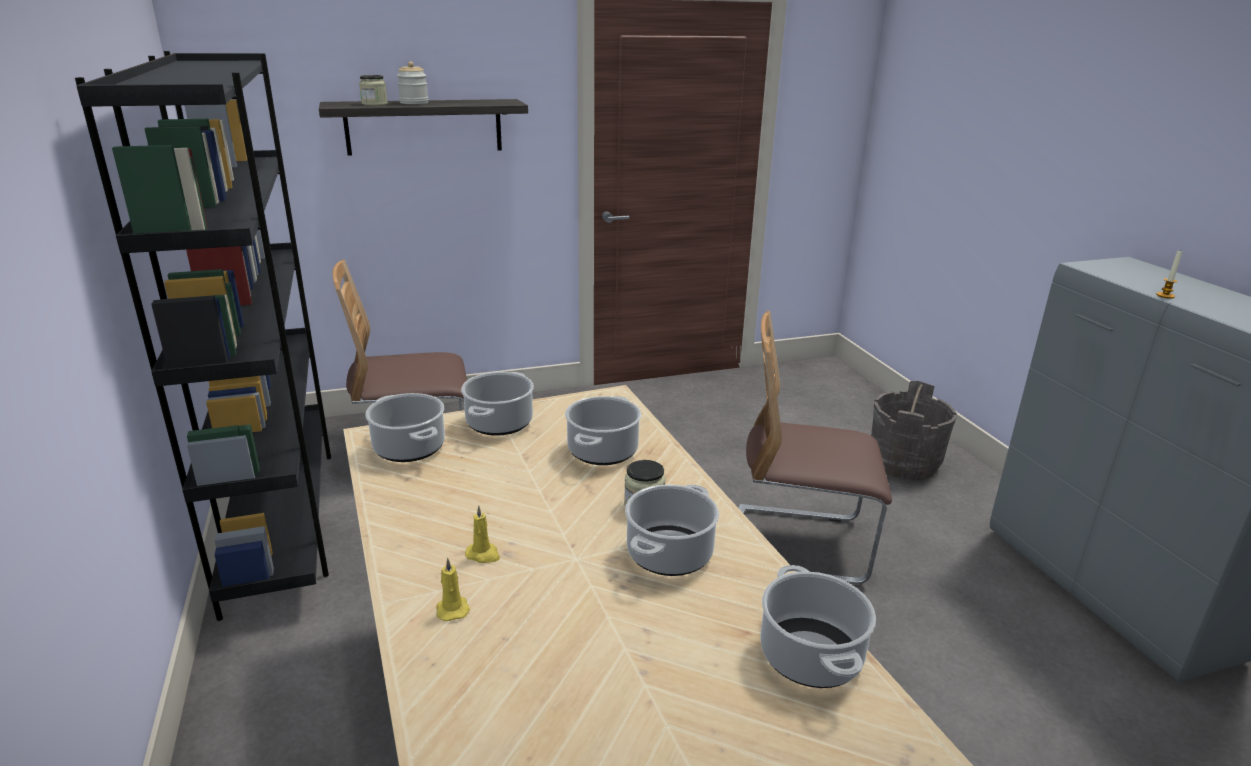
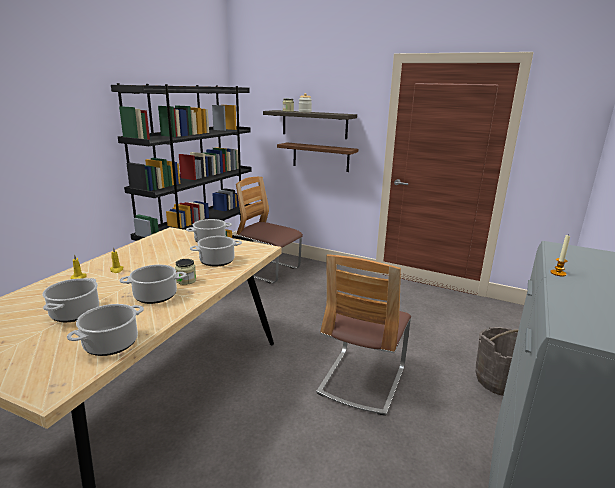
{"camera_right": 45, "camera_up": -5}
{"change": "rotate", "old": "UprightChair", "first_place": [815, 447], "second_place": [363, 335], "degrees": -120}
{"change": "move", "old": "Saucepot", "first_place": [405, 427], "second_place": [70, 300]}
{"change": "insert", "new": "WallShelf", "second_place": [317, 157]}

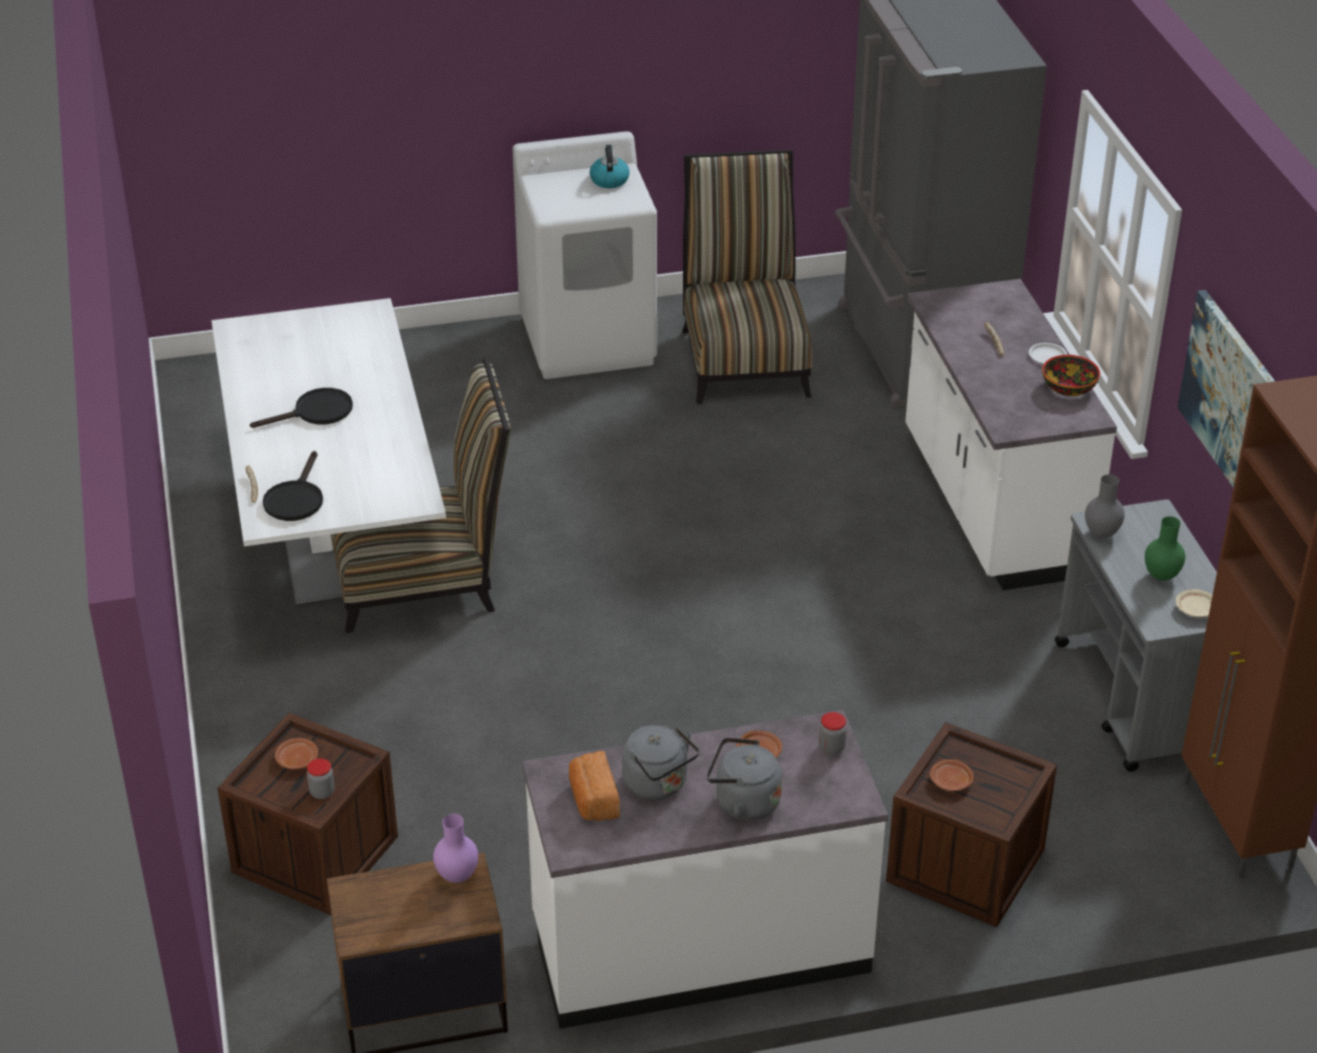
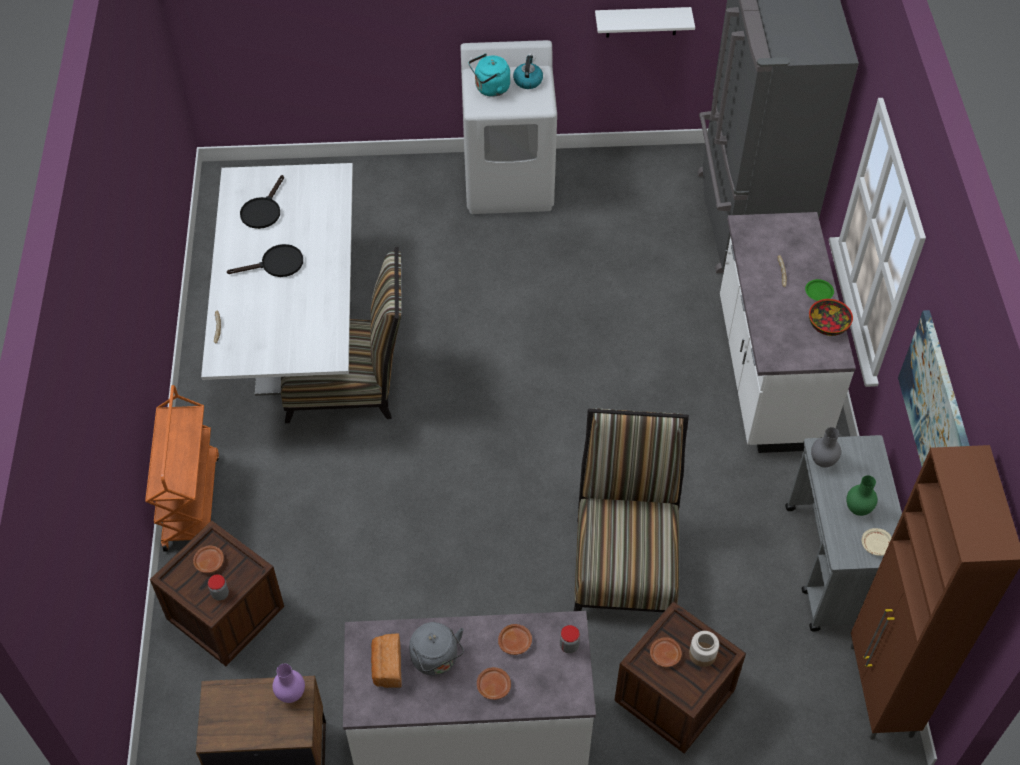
{"camera_right": 10, "camera_up": 15}
{"change": "move", "old": "UprightChair", "first_place": [747, 277], "second_place": [631, 510]}
{"change": "recolor", "old": "WhitishFlatDish", "new": "GreenFlatDish", "first_place": [1048, 353], "second_place": [819, 290]}
{"change": "move", "old": "BlackishFryingPan", "first_place": [293, 486], "second_place": [262, 202]}
{"change": "replace", "old": "GreyWaterKettle", "new": "BrownFlatDish", "first_place": [744, 778], "second_place": [494, 683]}
{"change": "insert", "new": "WhitishWallShelf", "second_place": [645, 22]}
{"change": "insert", "new": "BlueGreenWaterKettle", "second_place": [489, 75]}
{"change": "insert", "new": "OrangeColouredCart", "second_place": [182, 468]}
{"change": "insert", "new": "Jar", "second_place": [704, 649]}

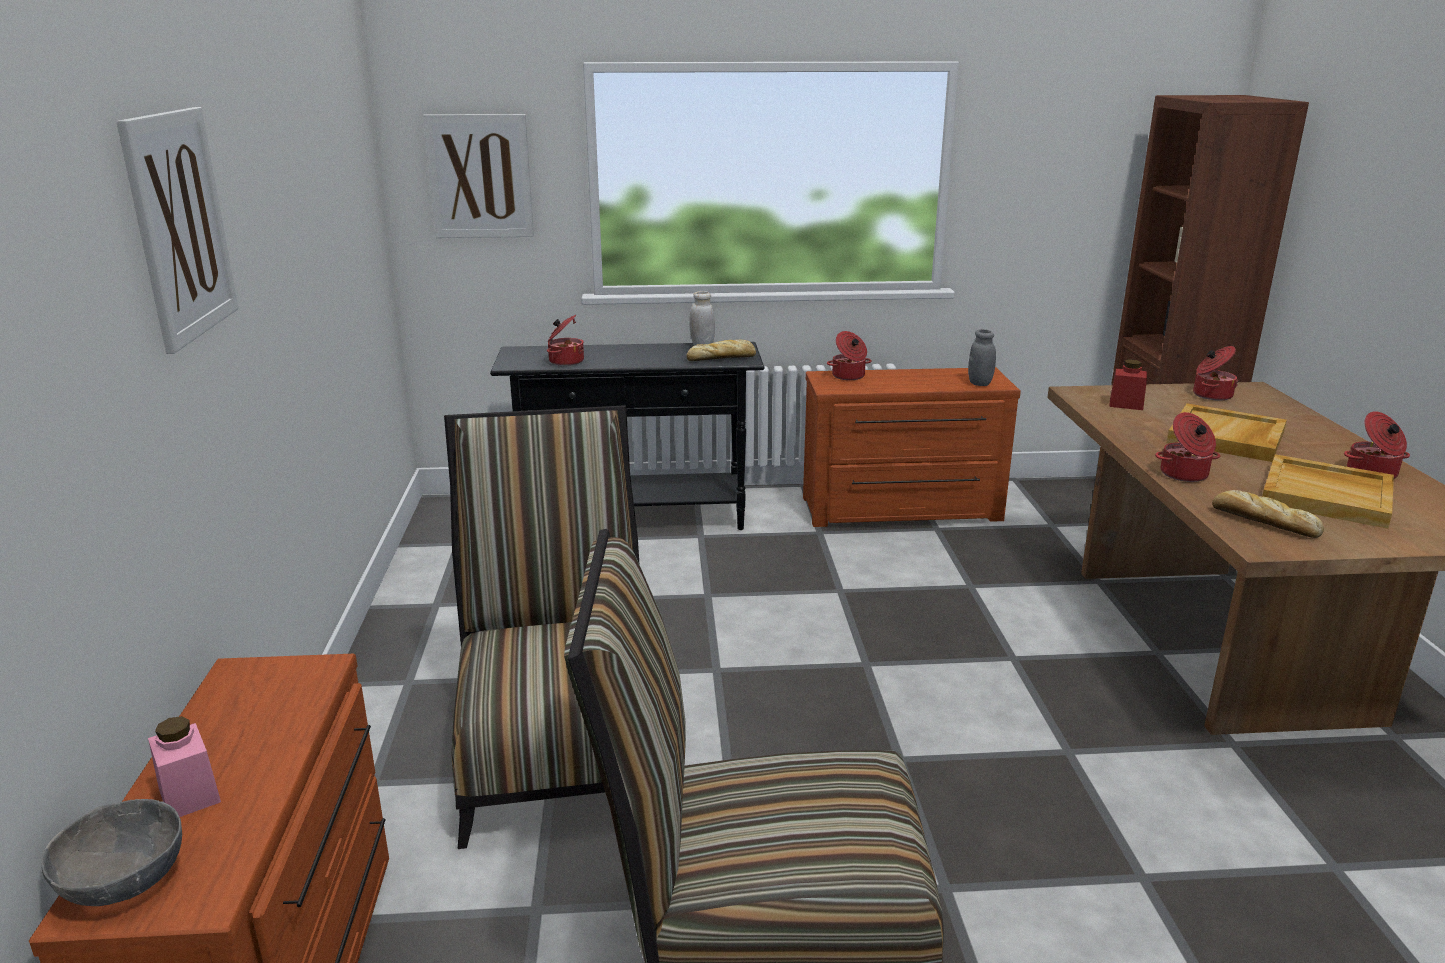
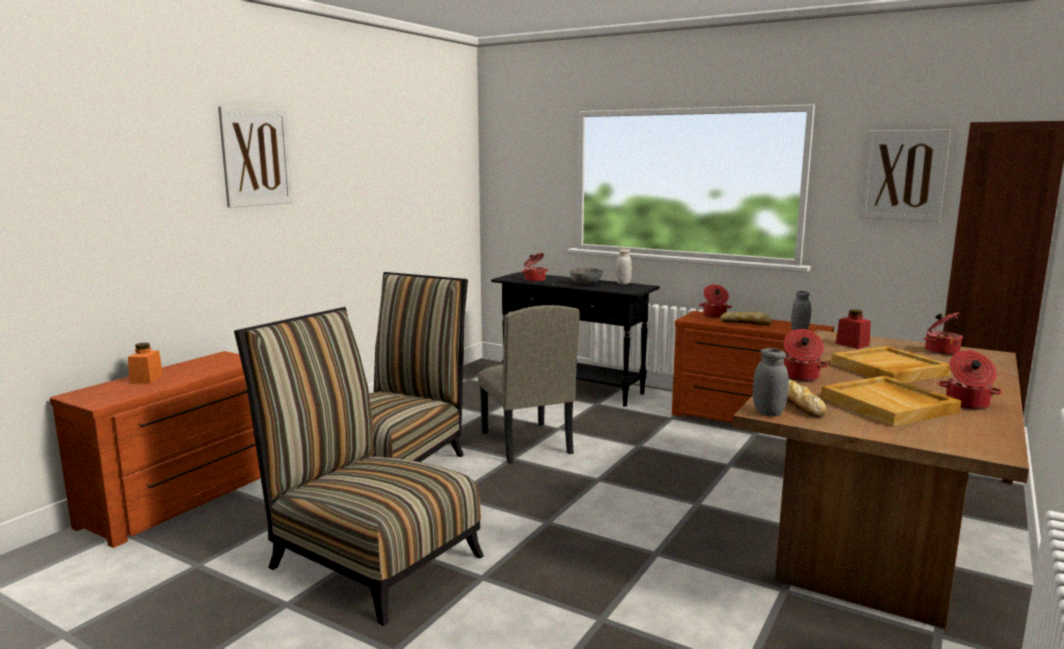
{"camera_right": 35, "camera_up": -10}
{"change": "move", "old": "Picture", "first_place": [478, 176], "second_place": [905, 176]}
{"change": "move", "old": "BakedBread", "first_place": [721, 350], "second_place": [746, 318]}
{"change": "recolor", "old": "PinkColouredJar", "new": "OrangeColouredJar", "first_place": [184, 766], "second_place": [145, 363]}
{"change": "move", "old": "GreyDeepDish", "first_place": [111, 852], "second_place": [586, 276]}
{"change": "insert", "new": "BeigeUprightChair", "second_place": [529, 384]}
{"change": "insert", "new": "GreyJar", "second_place": [771, 382]}

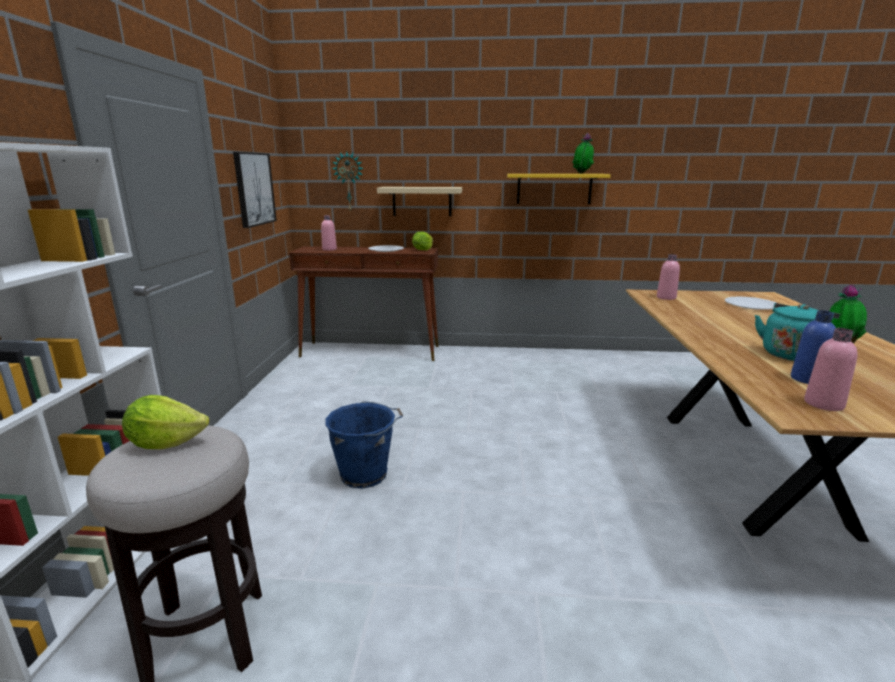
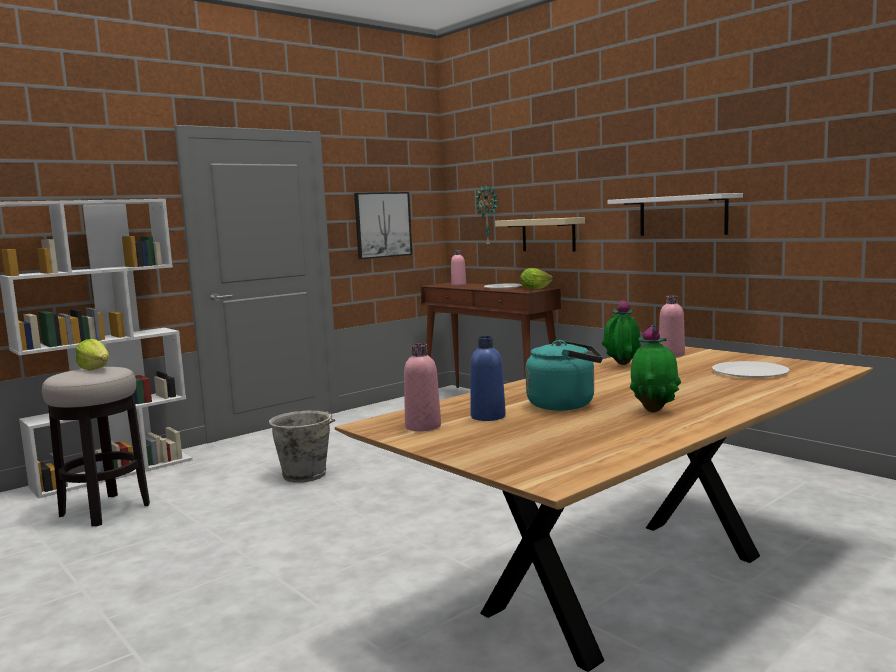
{"camera_right": 45, "camera_up": -10}
{"change": "move", "old": "PlantInAPot", "first_place": [583, 153], "second_place": [621, 332]}
{"change": "recolor", "old": "YellowWallShelf", "new": "WhitishWallShelf", "first_place": [559, 189], "second_place": [675, 214]}
{"change": "recolor", "old": "BluePail", "new": "GreyPail", "first_place": [364, 444], "second_place": [302, 447]}

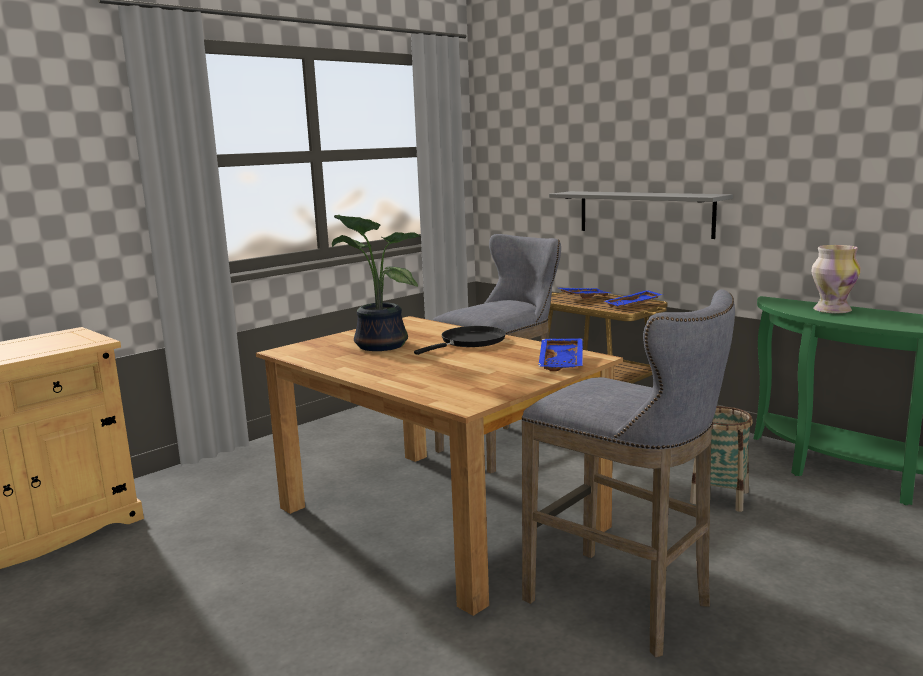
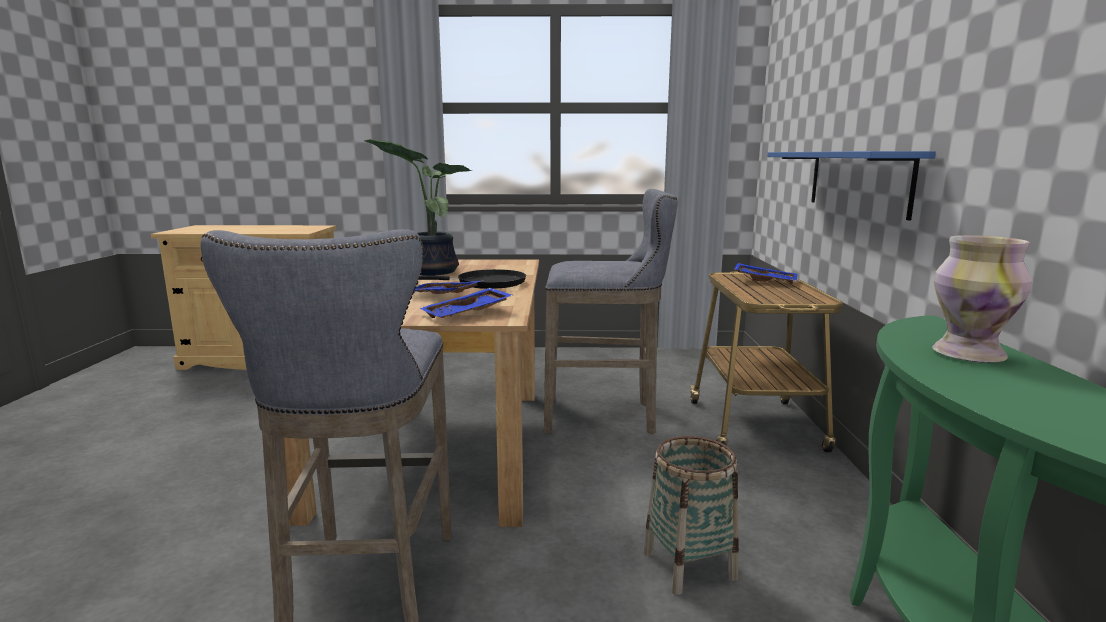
{"camera_right": 45, "camera_up": 0}
{"change": "recolor", "old": "GreyWallShelf", "new": "BlueWallShelf", "first_place": [641, 215], "second_place": [851, 186]}
{"change": "move", "old": "BlueTray", "first_place": [633, 298], "second_place": [447, 287]}

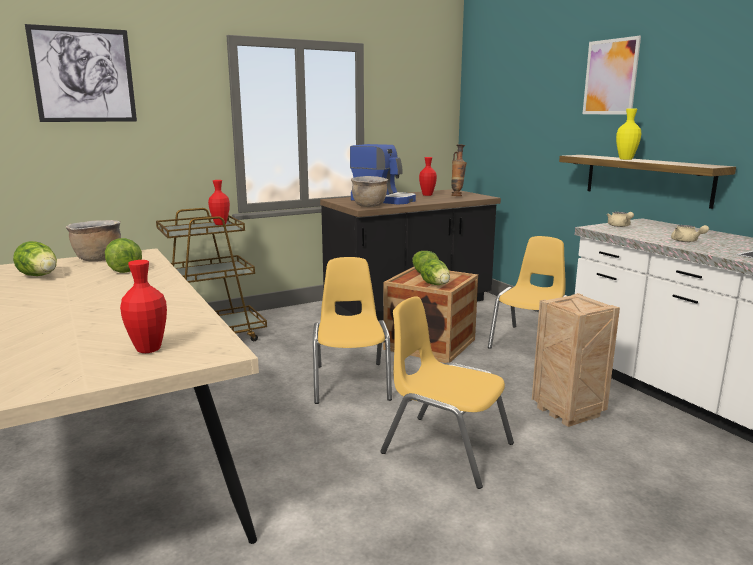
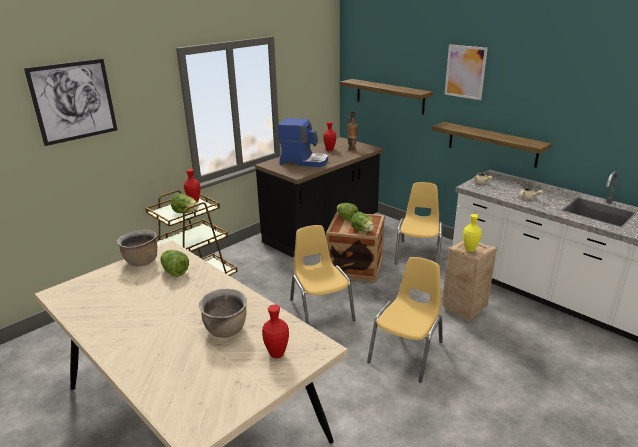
{"camera_right": -15, "camera_up": 10}
{"change": "move", "old": "YellowVase", "first_place": [629, 134], "second_place": [472, 233]}
{"change": "move", "old": "BrownSaucepot", "first_place": [369, 191], "second_place": [223, 313]}
{"change": "move", "old": "HeadOfLettuce", "first_place": [35, 258], "second_place": [185, 203]}
{"change": "rotate", "old": "YellowUprightChair", "first_place": [447, 392], "second_place": [405, 320], "degrees": 105}
{"change": "insert", "new": "WallShelf", "second_place": [386, 97]}

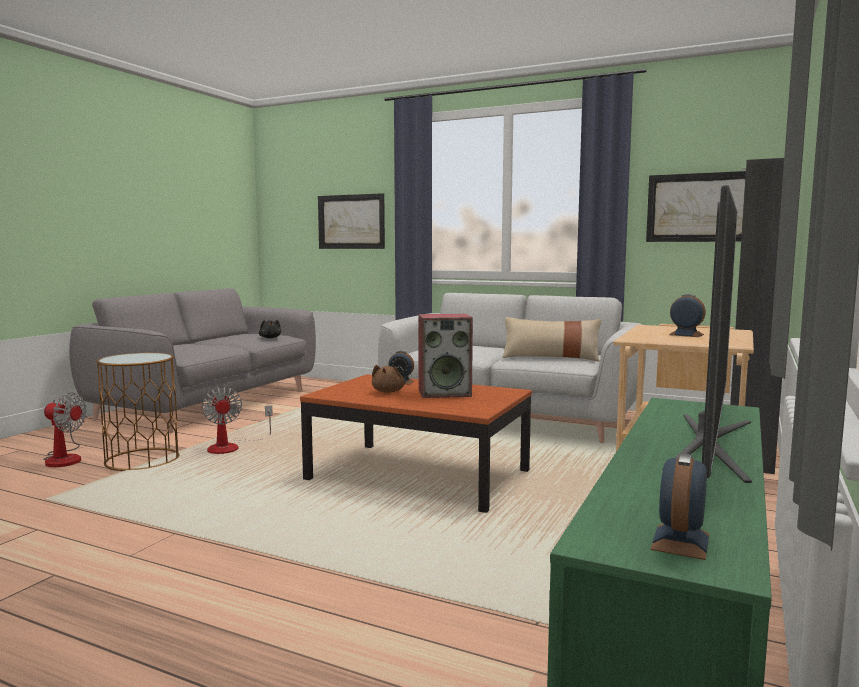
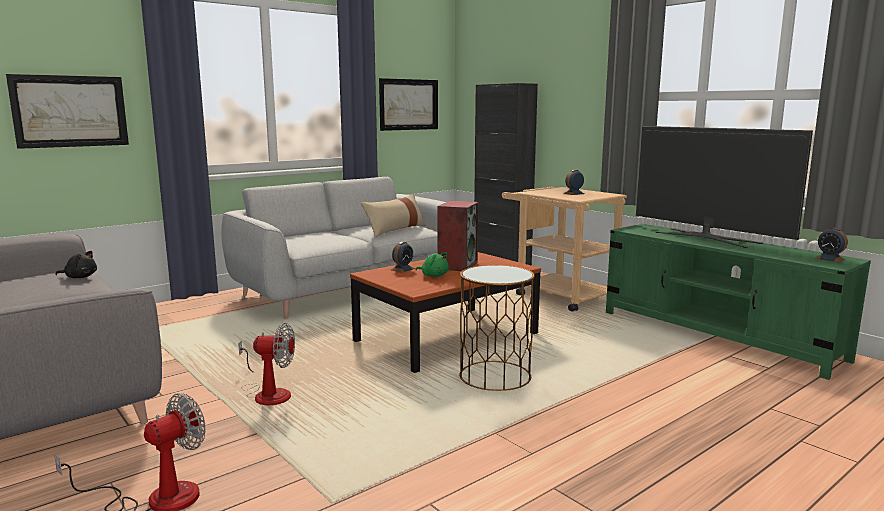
{"camera_right": -65, "camera_up": 5}
{"change": "move", "old": "BrownSideTable", "first_place": [138, 412], "second_place": [497, 328]}
{"change": "recolor", "old": "BrownCuddlyToy", "new": "GreenCuddlyToy", "first_place": [388, 379], "second_place": [432, 264]}

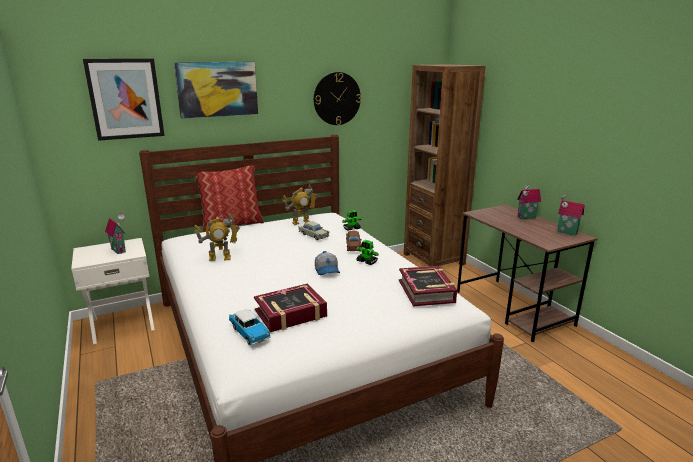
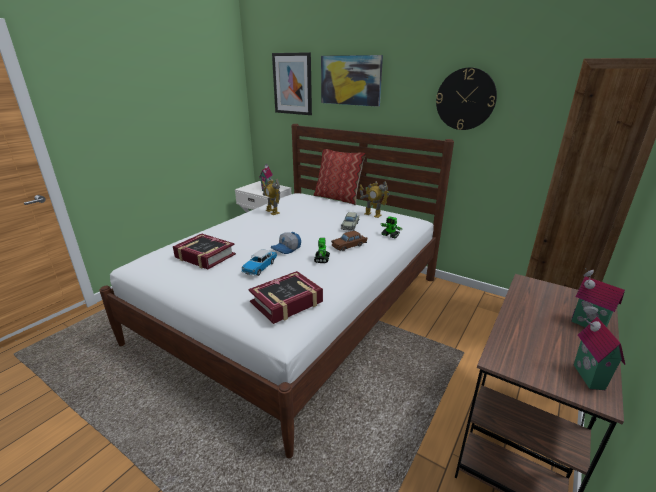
{"camera_right": 60, "camera_up": 5}
{"change": "move", "old": "ModelCar", "first_place": [250, 327], "second_place": [259, 262]}

